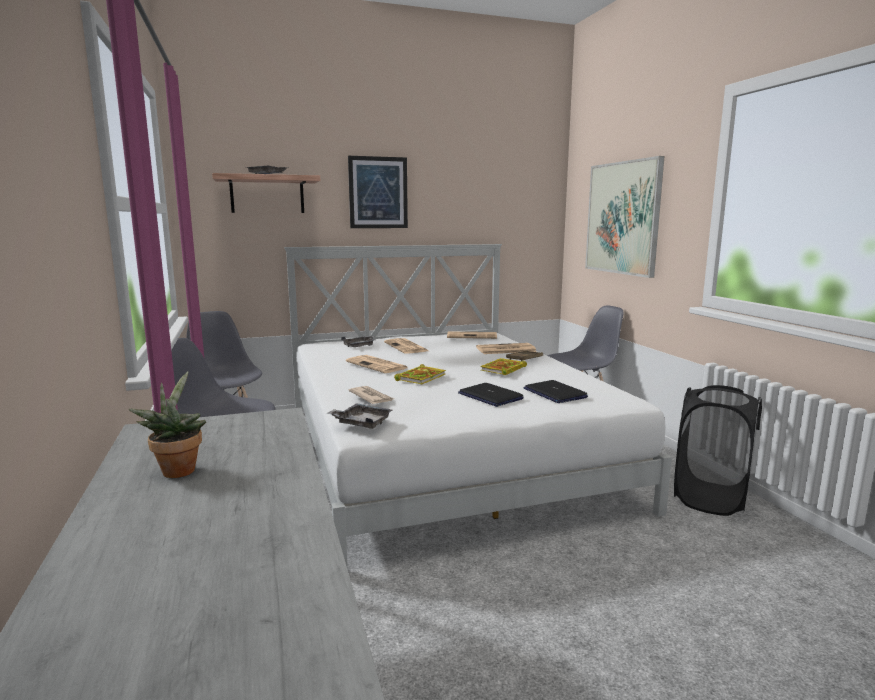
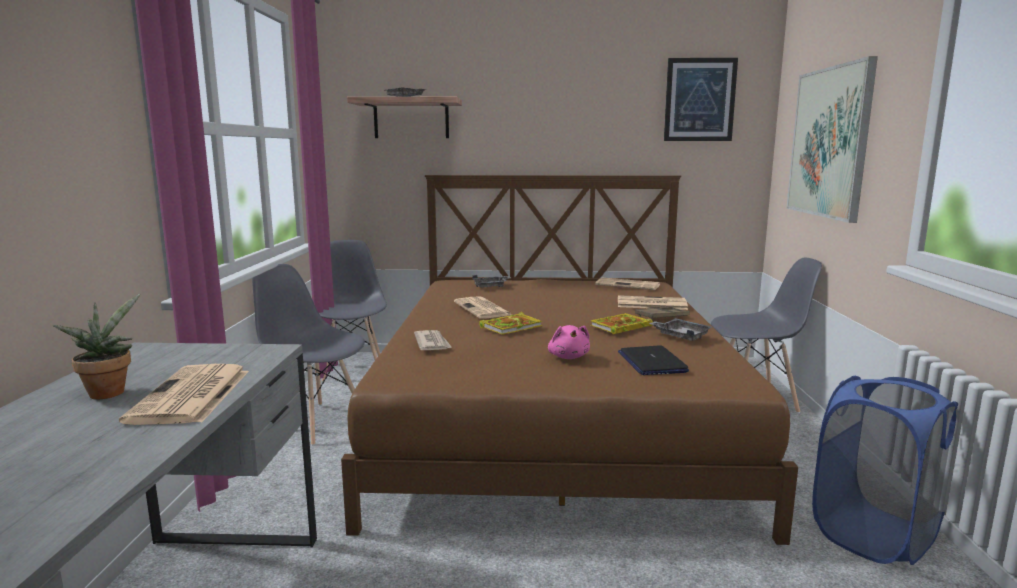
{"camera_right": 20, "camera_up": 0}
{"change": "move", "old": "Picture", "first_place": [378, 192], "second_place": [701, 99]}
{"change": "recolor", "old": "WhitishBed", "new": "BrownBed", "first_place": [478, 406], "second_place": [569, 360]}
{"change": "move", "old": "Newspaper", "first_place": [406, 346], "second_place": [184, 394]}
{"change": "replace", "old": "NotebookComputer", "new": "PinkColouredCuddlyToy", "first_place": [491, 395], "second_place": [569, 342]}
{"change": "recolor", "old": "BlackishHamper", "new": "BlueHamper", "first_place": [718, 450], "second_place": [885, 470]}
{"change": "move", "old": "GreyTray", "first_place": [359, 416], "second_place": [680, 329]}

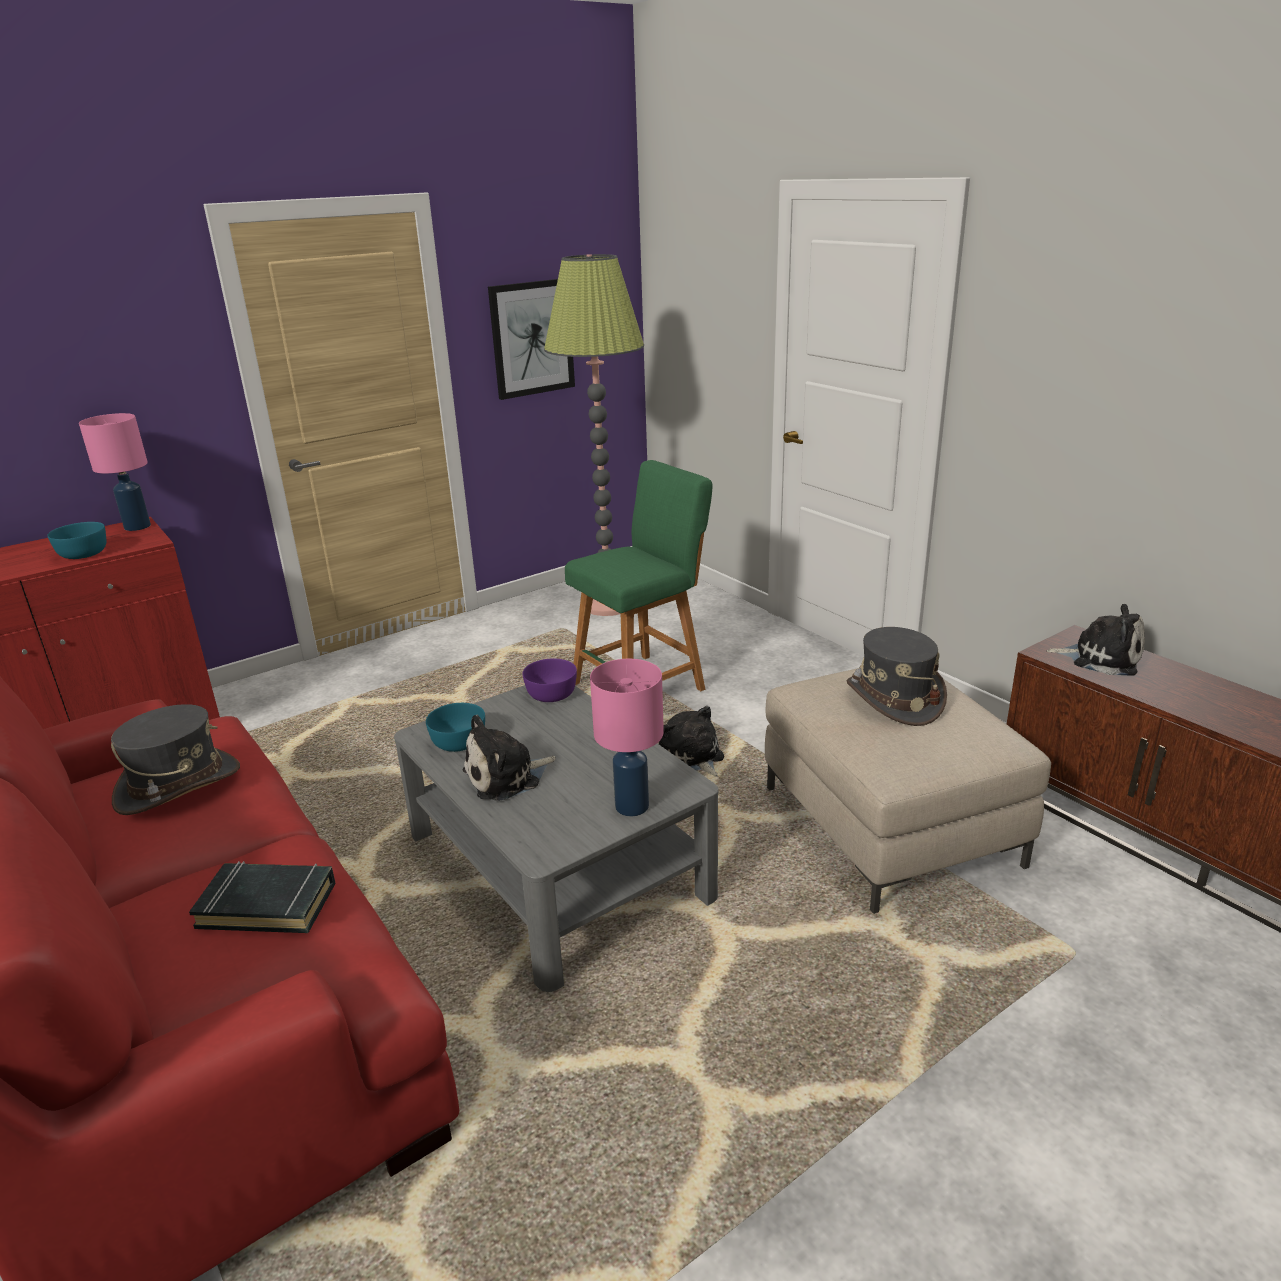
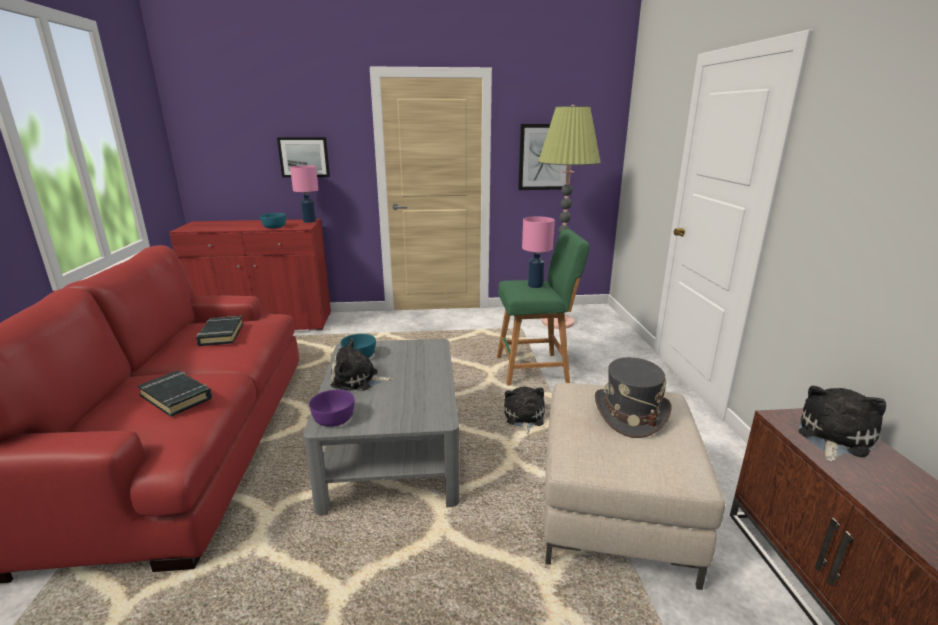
{"camera_right": 30, "camera_up": -5}
{"change": "rotate", "old": "CuddlyToy", "first_place": [1095, 640], "second_place": [842, 424], "degrees": -105}
{"change": "move", "old": "PurpleDeepDish", "first_place": [550, 680], "second_place": [332, 408]}
{"change": "move", "old": "PinkColouredLampForATable", "first_place": [627, 737], "second_place": [538, 252]}
{"change": "replace", "old": "GreyClothingHat", "new": "BlackishBook", "first_place": [175, 759], "second_place": [219, 331]}
{"change": "insert", "new": "Picture", "second_place": [303, 157]}

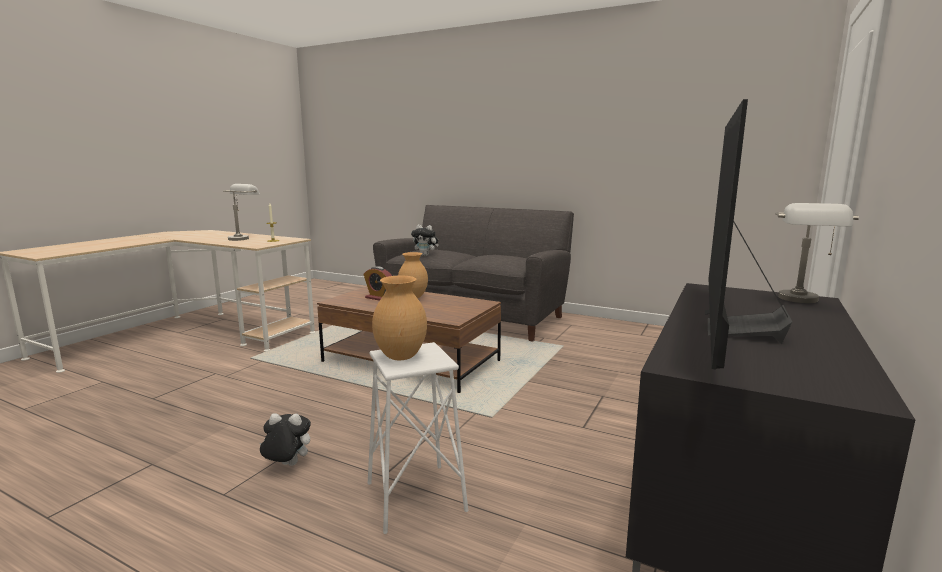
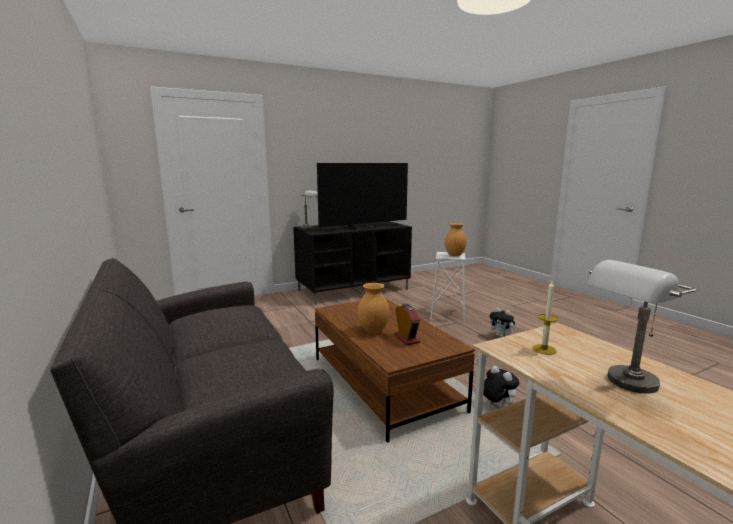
{"camera_right": -145, "camera_up": 0}
{"change": "move", "old": "CuddlyToy", "first_place": [425, 240], "second_place": [501, 387]}

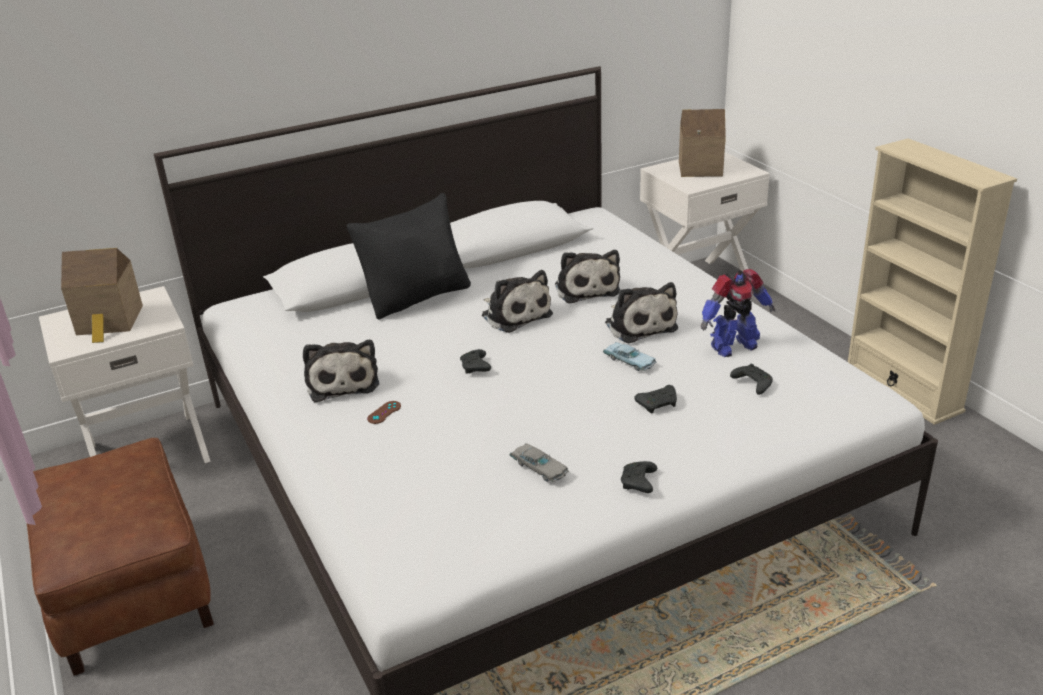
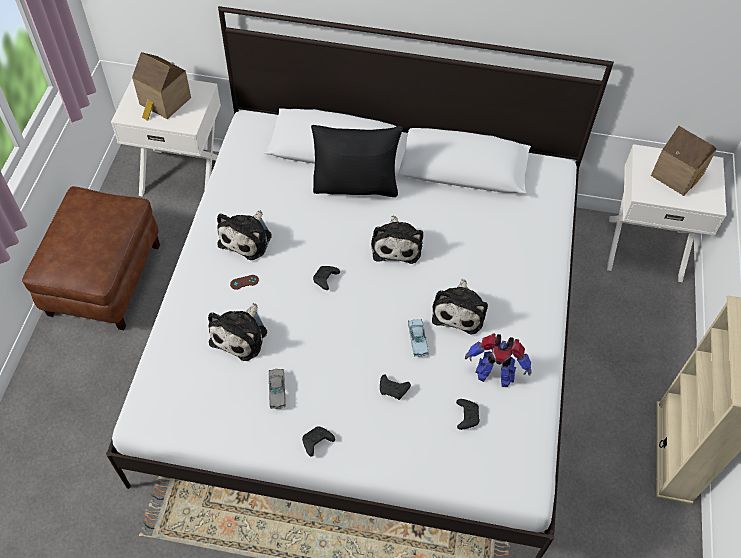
{"camera_right": 35, "camera_up": 25}
{"change": "move", "old": "CuddlyToy", "first_place": [587, 277], "second_place": [237, 332]}

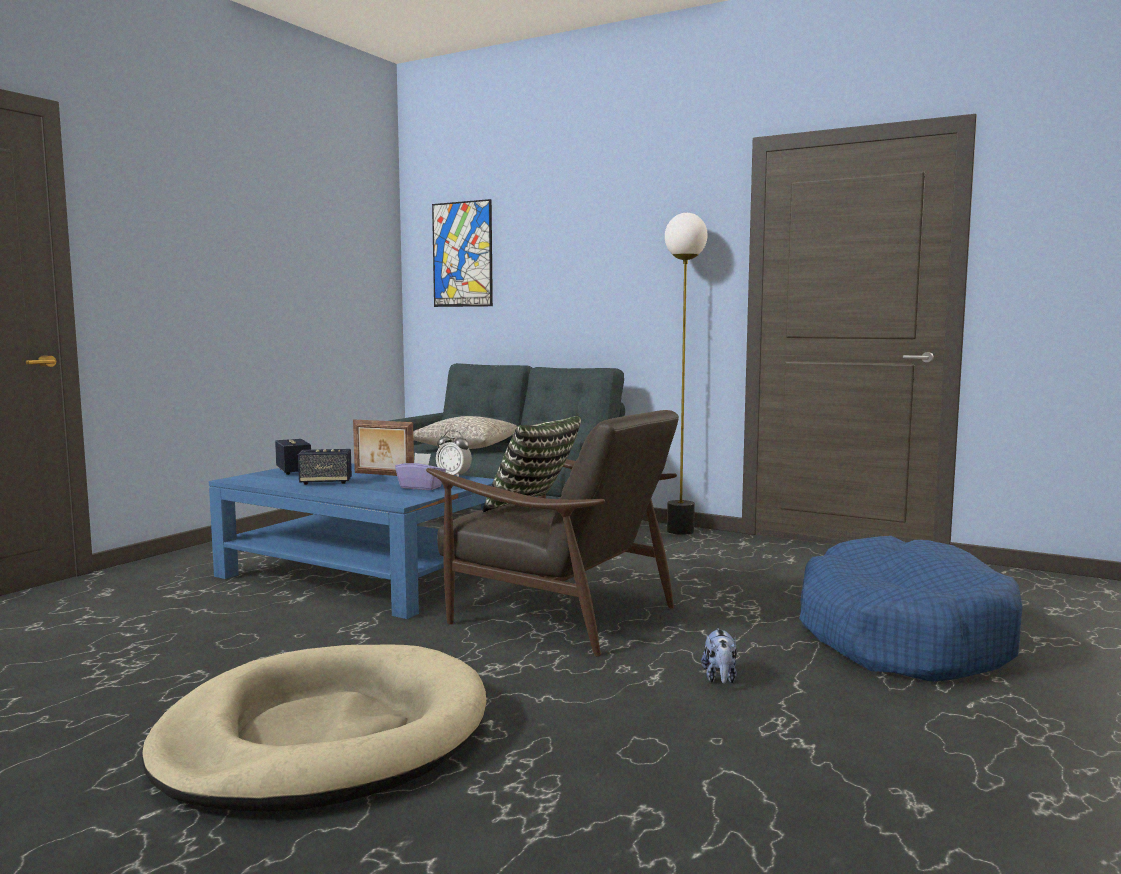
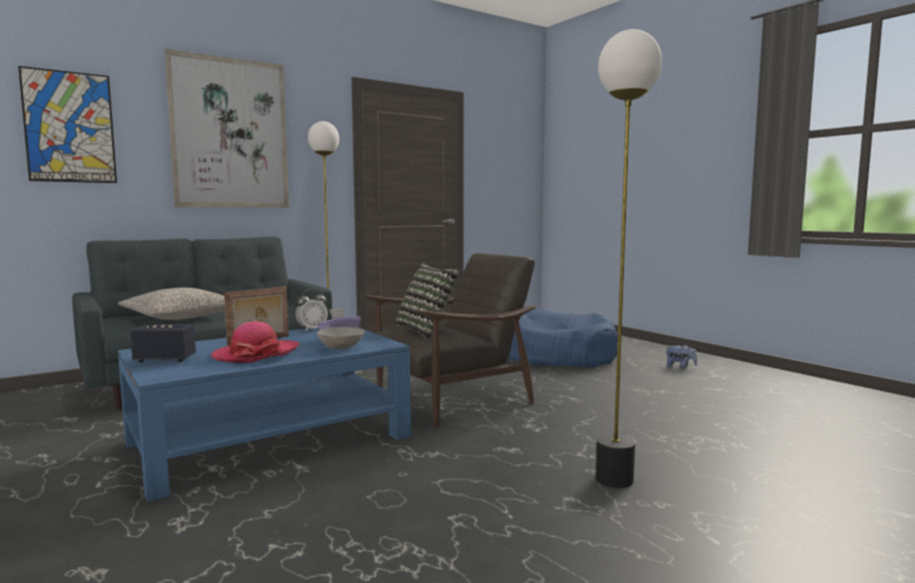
{"camera_right": -65, "camera_up": 0}
{"change": "replace", "old": "Speaker", "new": "ClothingHat", "first_place": [325, 467], "second_place": [255, 342]}
{"change": "move", "old": "CuddlyToy", "first_place": [719, 656], "second_place": [681, 357]}
{"change": "replace", "old": "BeigePetBed", "new": "StandardLamp", "first_place": [314, 728], "second_place": [628, 258]}
{"change": "insert", "new": "Picture", "second_place": [227, 128]}
{"change": "insert", "new": "GreyDeepDish", "second_place": [340, 338]}

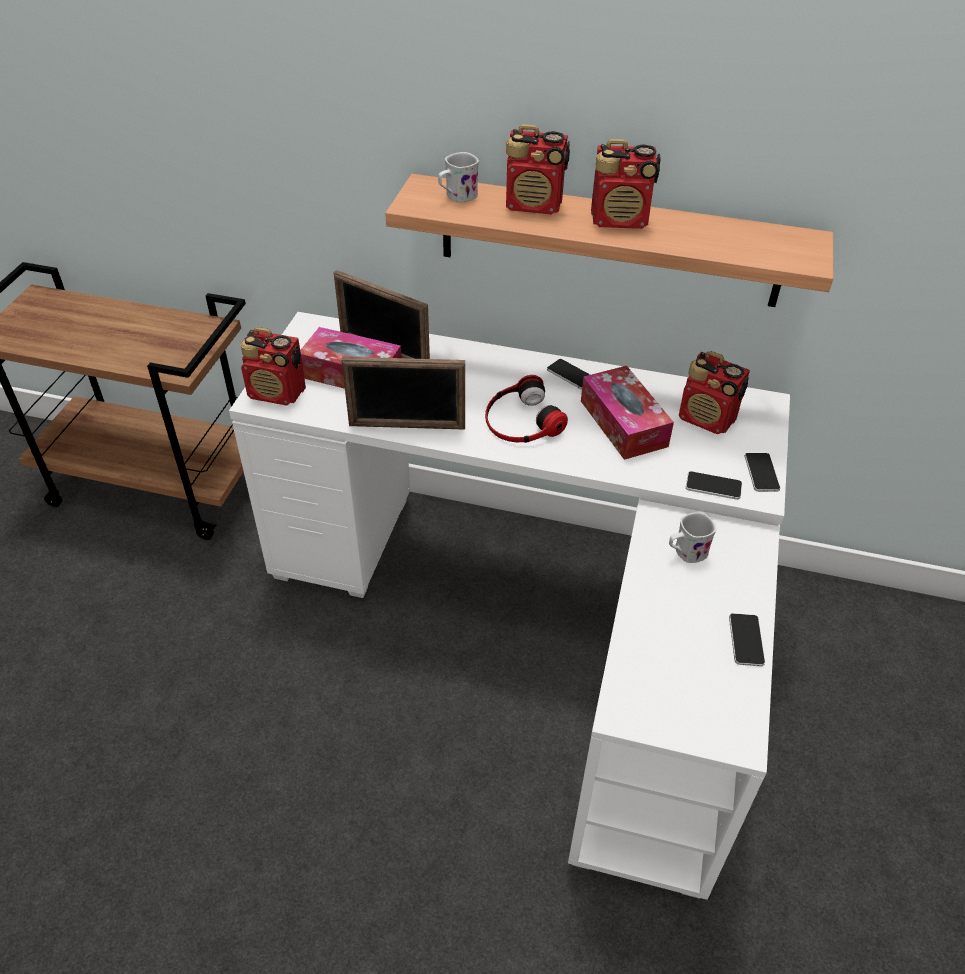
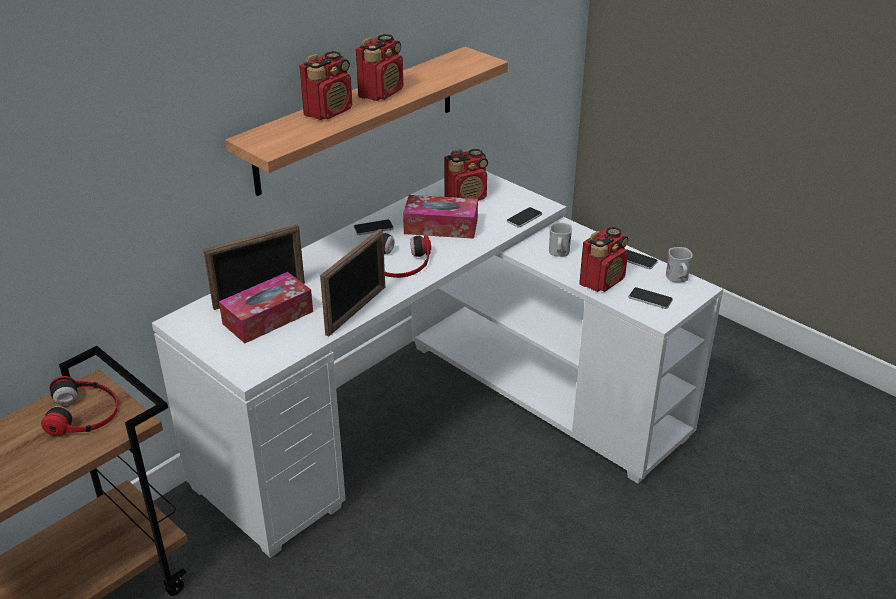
{"camera_right": -60, "camera_up": -10}
{"change": "move", "old": "WhitishTeaMug", "first_place": [458, 177], "second_place": [679, 265]}
{"change": "move", "old": "RadioReceiver", "first_place": [273, 366], "second_place": [603, 259]}
{"change": "move", "old": "Phone", "first_place": [762, 472], "second_place": [651, 298]}
{"change": "insert", "new": "Headphones", "second_place": [79, 406]}

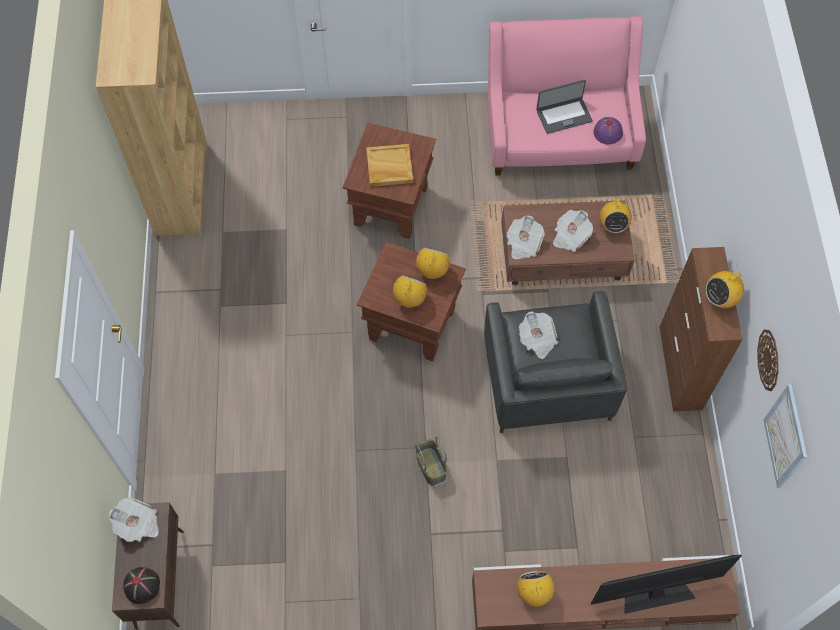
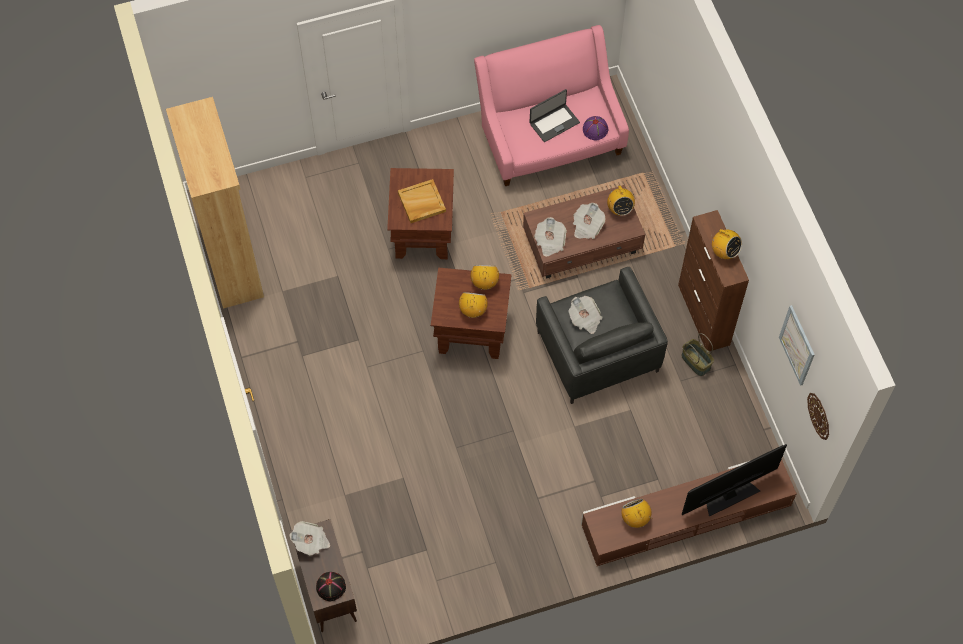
{"camera_right": -15, "camera_up": 0}
{"change": "rotate", "old": "RadioReceiver", "first_place": [724, 287], "second_place": [726, 244], "degrees": -90}
{"change": "move", "old": "WallClock", "first_place": [768, 360], "second_place": [818, 416]}
{"change": "move", "old": "Basket", "first_place": [431, 461], "second_place": [697, 354]}

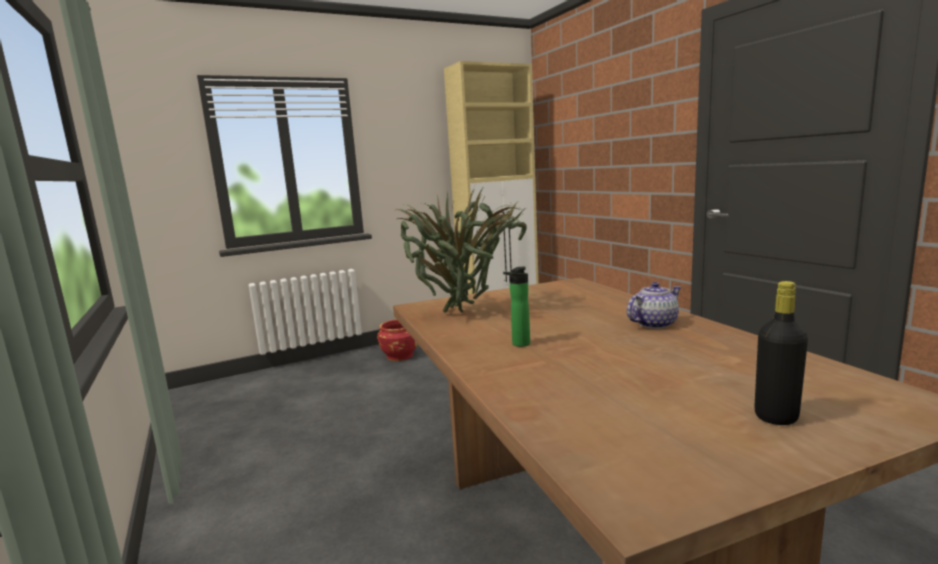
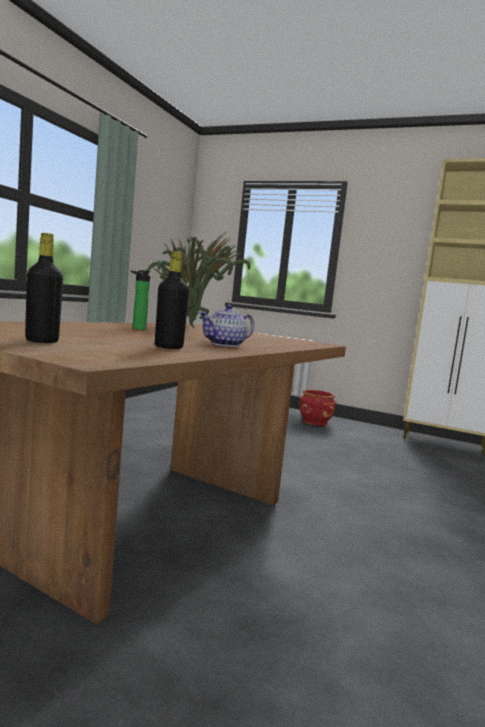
{"camera_right": 50, "camera_up": -5}
{"change": "rotate", "old": "TeaPot", "first_place": [654, 305], "second_place": [226, 326], "degrees": 120}
{"change": "insert", "new": "BlackishDrinkBottle", "second_place": [172, 300]}

